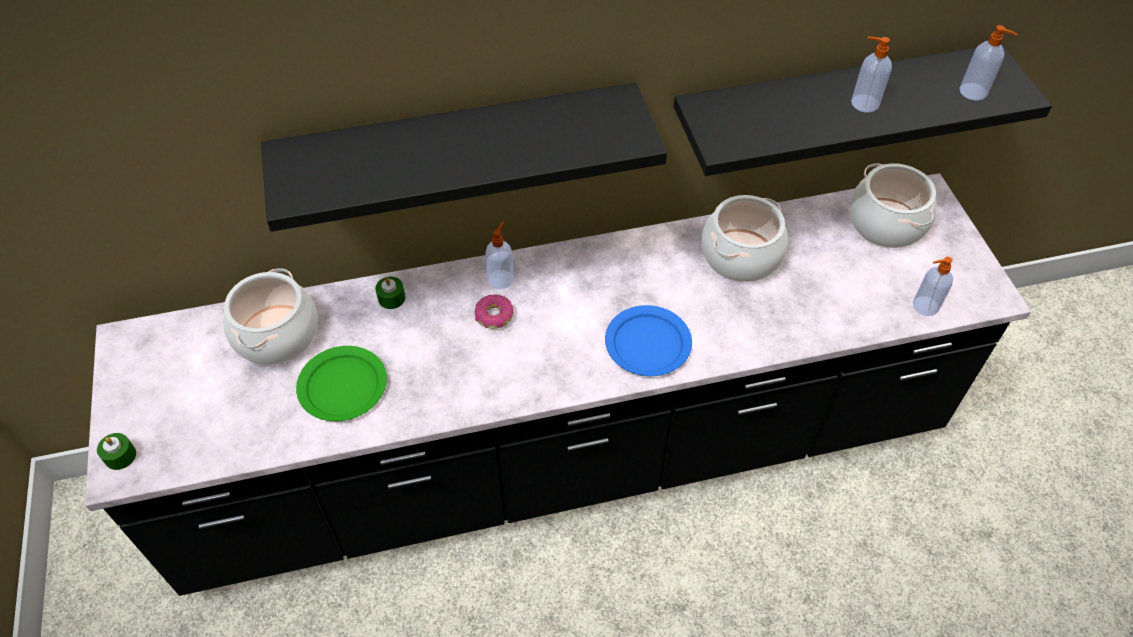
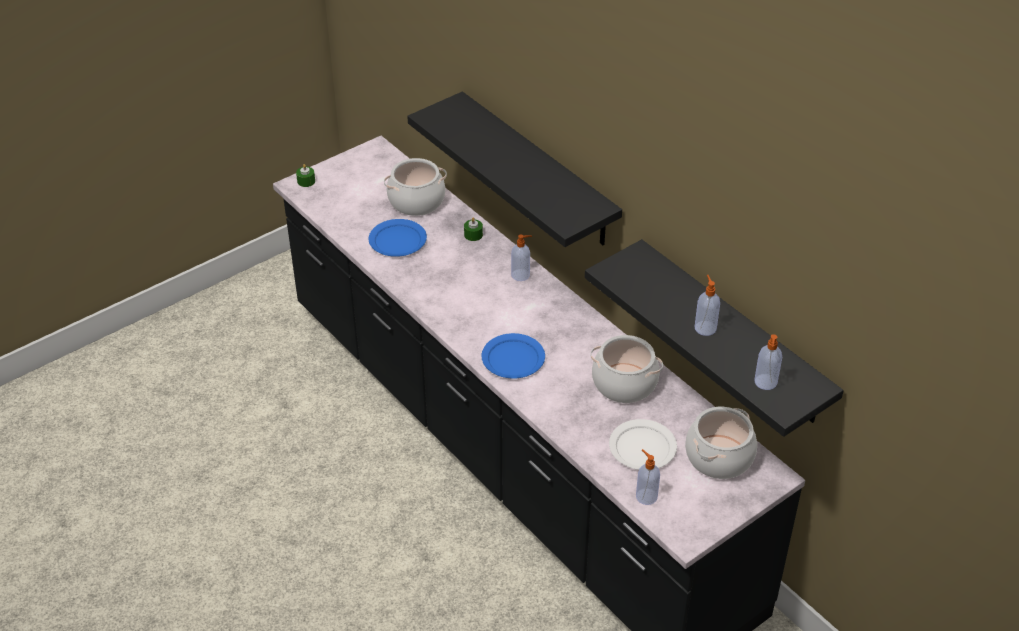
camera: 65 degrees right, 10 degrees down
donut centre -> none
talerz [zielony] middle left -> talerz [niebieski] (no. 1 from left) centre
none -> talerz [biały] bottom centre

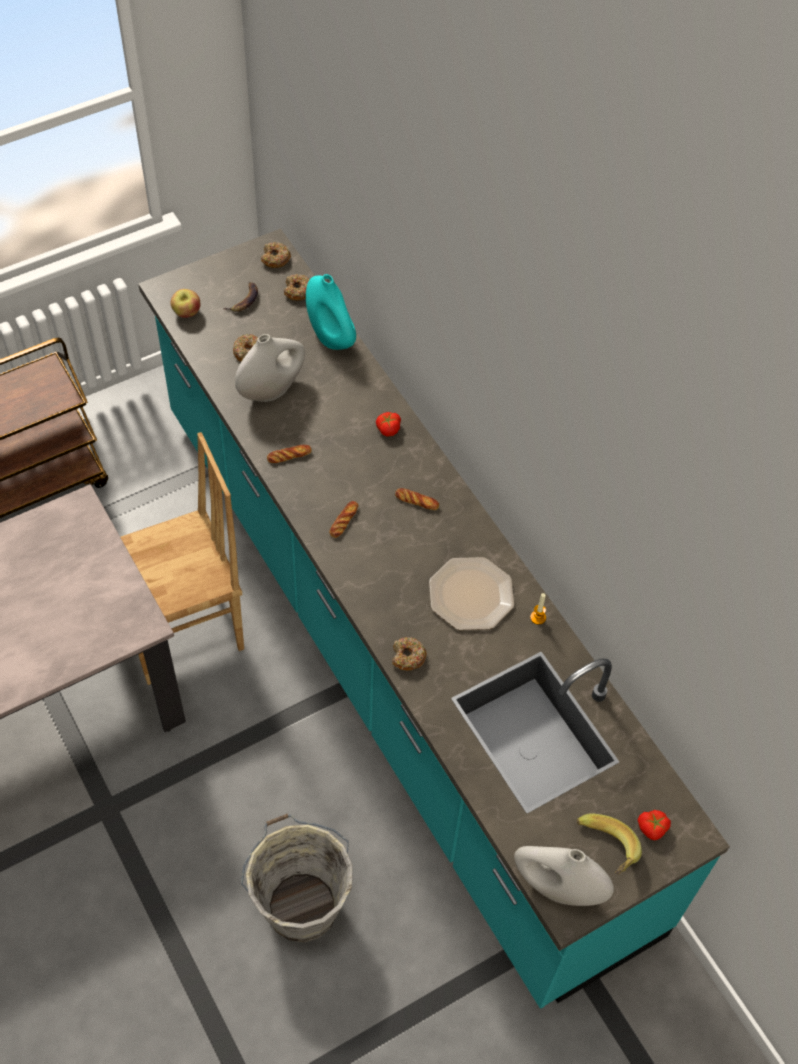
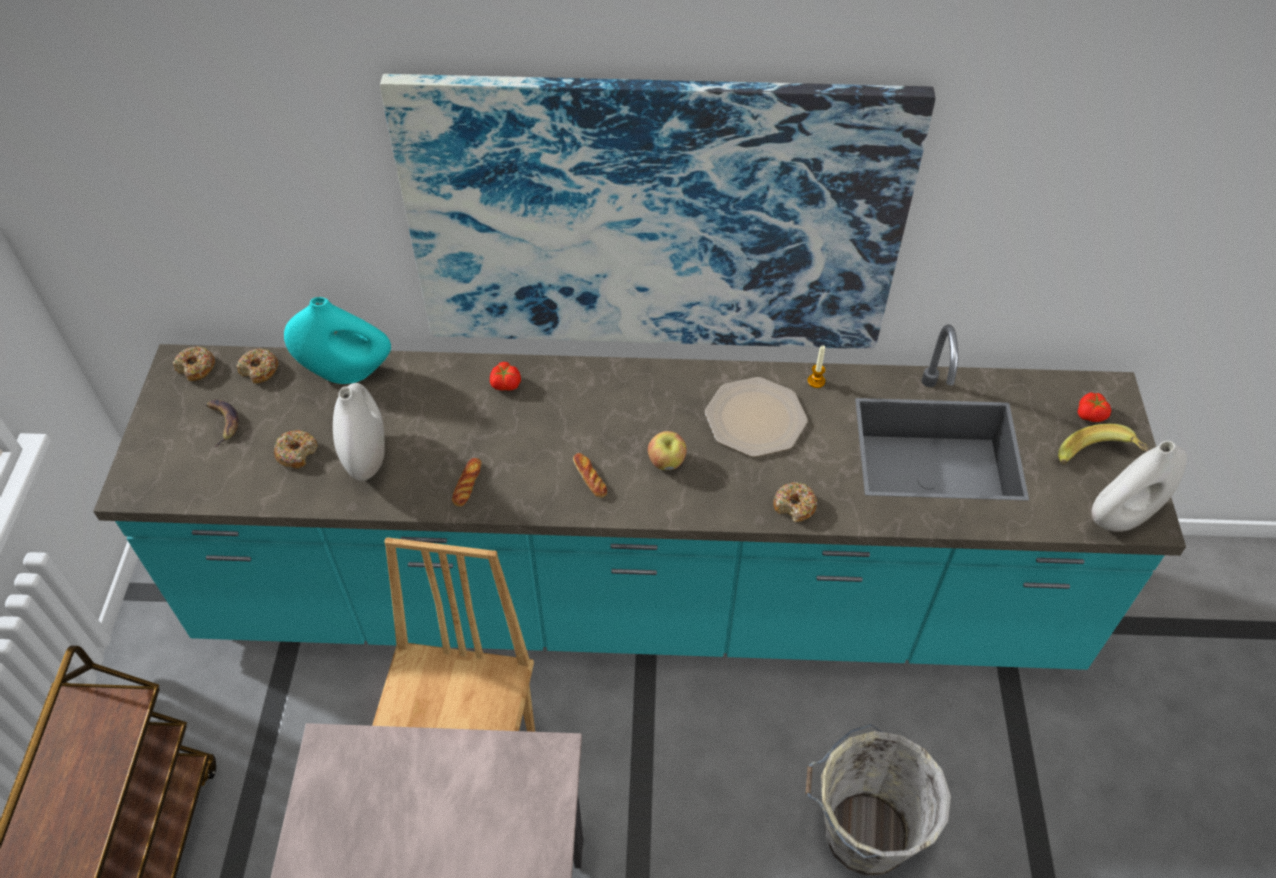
camera: 55 degrees left, 5 degrees down
jabłko top left -> jabłko centre, relocated
chleb (no. 3 from left) centre -> none
none -> obraz top centre

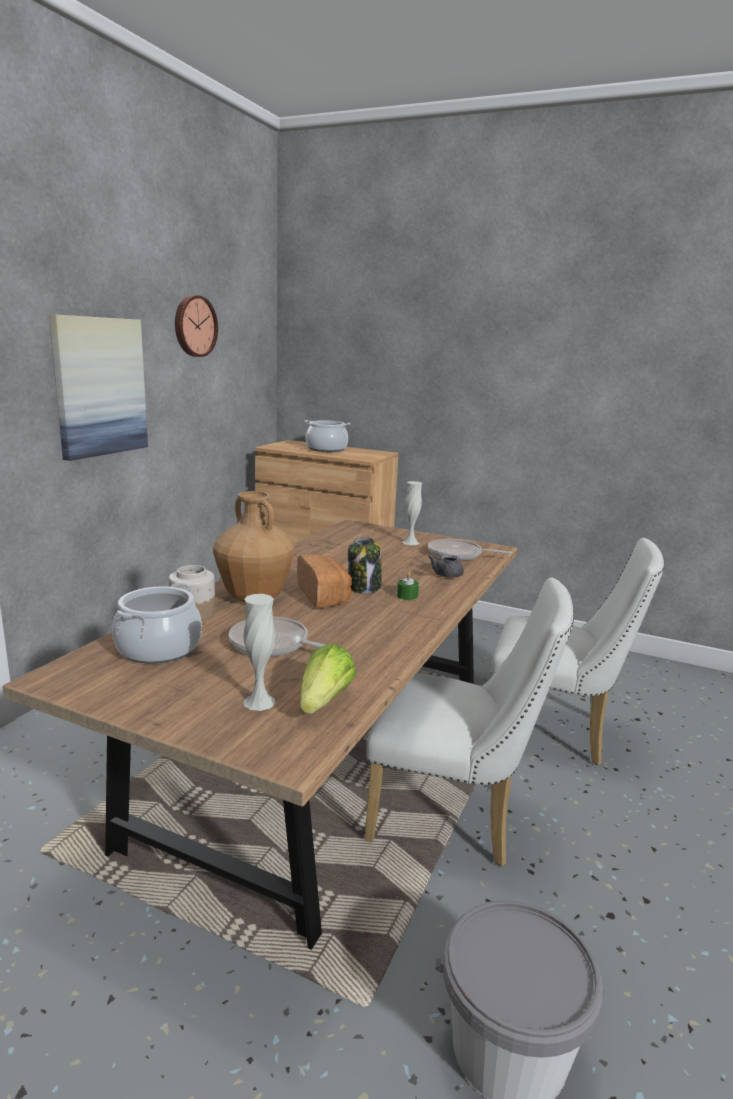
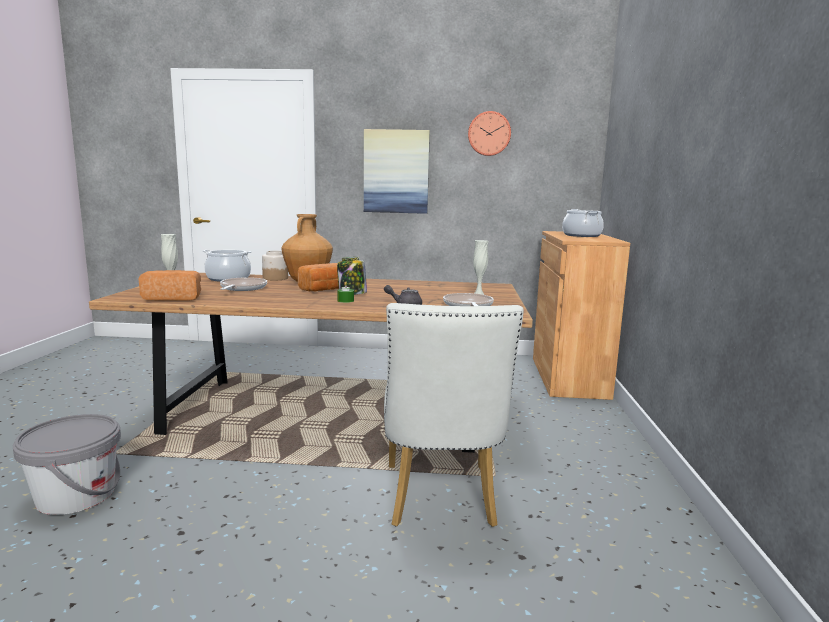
camera: 70 degrees right, 5 degrees down
krzesło [biały] (no. 1 from left) centre -> none
sałata centre -> chleb (no. 1 from left) middle left

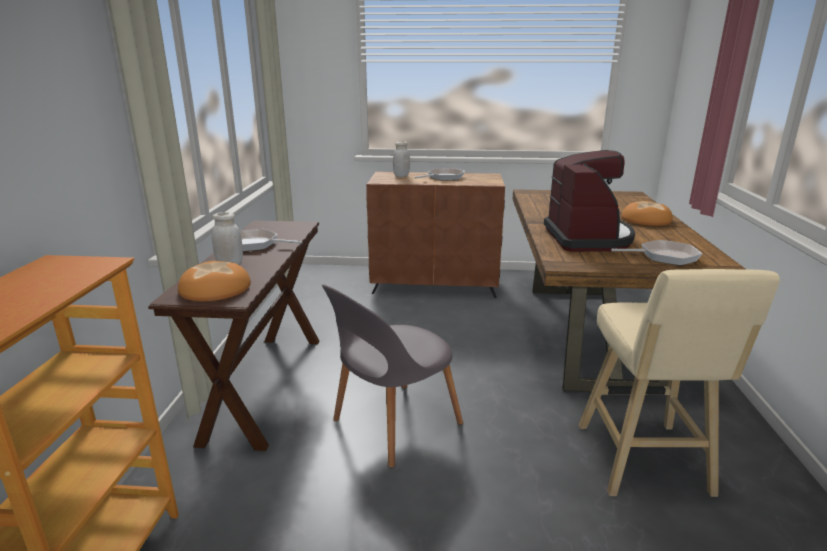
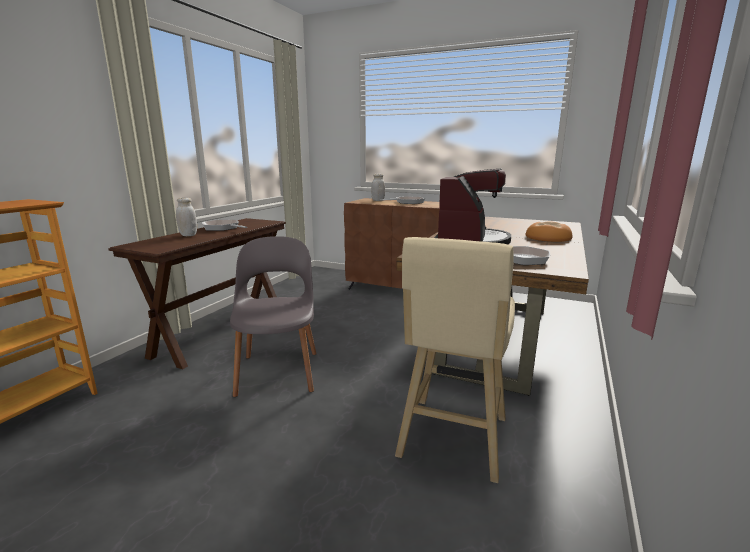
camera: 20 degrees right, 5 degrees down
chleb (no. 1 from left) middle left -> none
krzesło [szary] bottom centre -> krzesło [szary] centre, 105 degrees clockwise

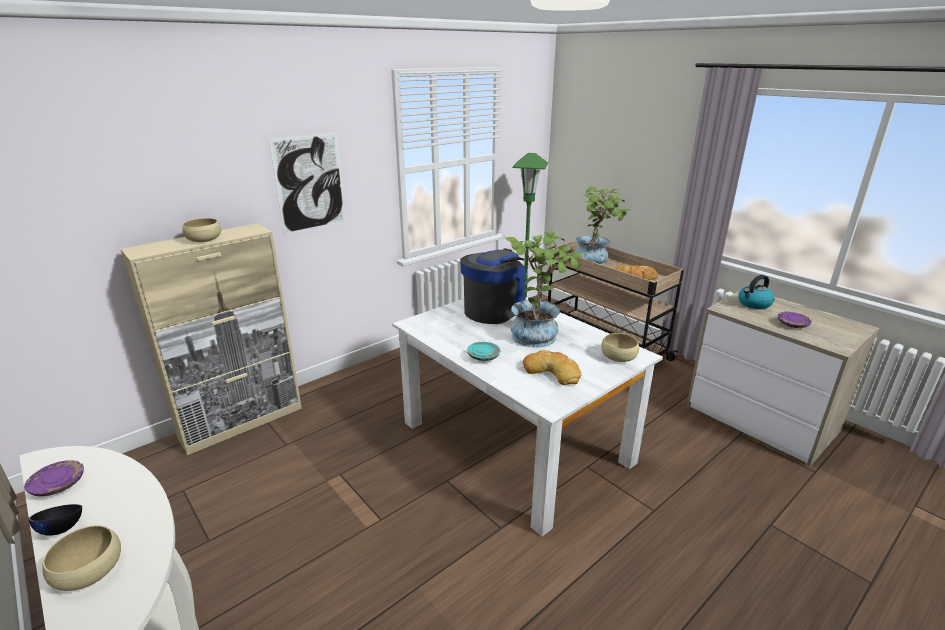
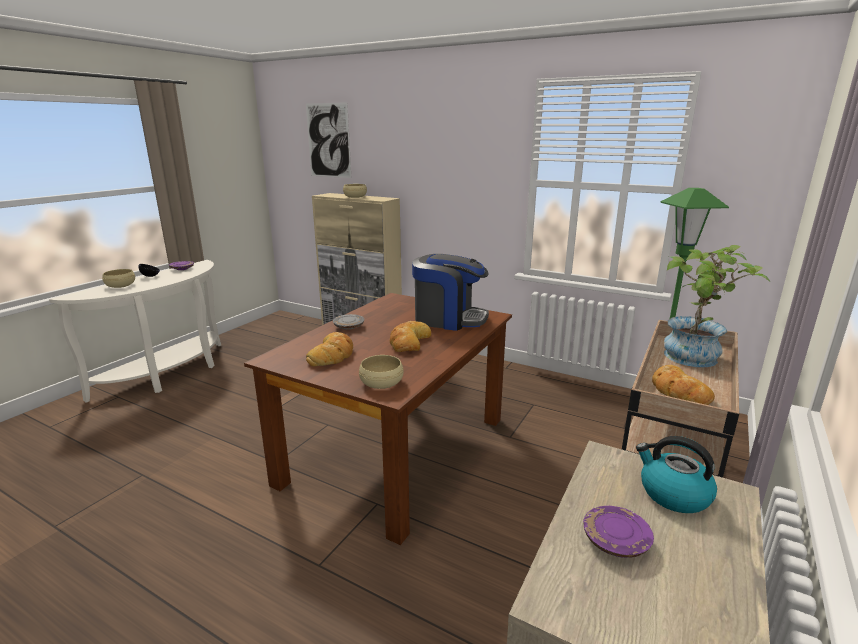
camera: 70 degrees right, 5 degrees down
obraz top left -> obraz top centre, relocated
roślina doniczkowa (no. 1 from left) centre -> chleb (no. 2 from left) centre
stół jadalny [biały] centre -> stół jadalny [brązowy] centre
talerz [turkusowy] centre -> talerz [szary] centre

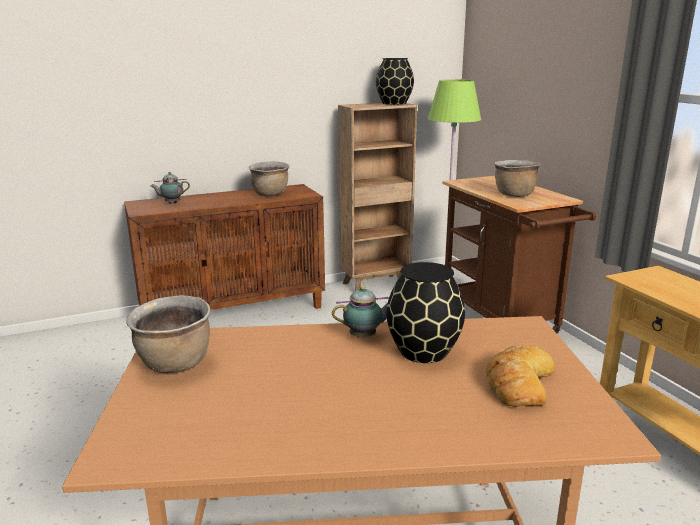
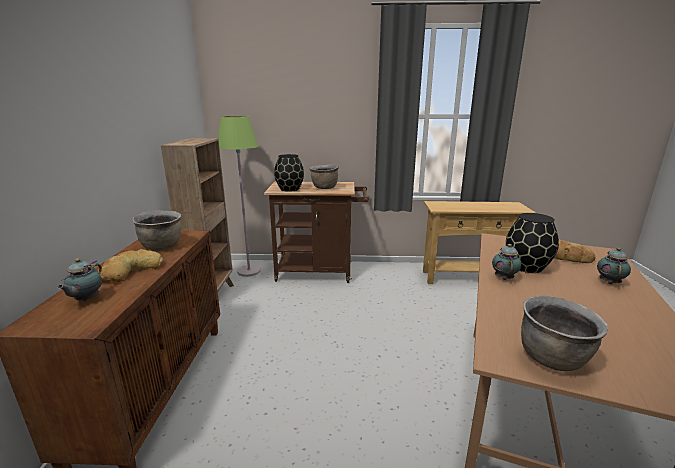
camera: 65 degrees left, 0 degrees up
wazon [czarny] (no. 1 from left) top centre -> wazon [czarny] (no. 1 from left) centre, relocated
none -> imbryk (no. 3 from left) middle right
none -> chleb (no. 1 from left) middle left

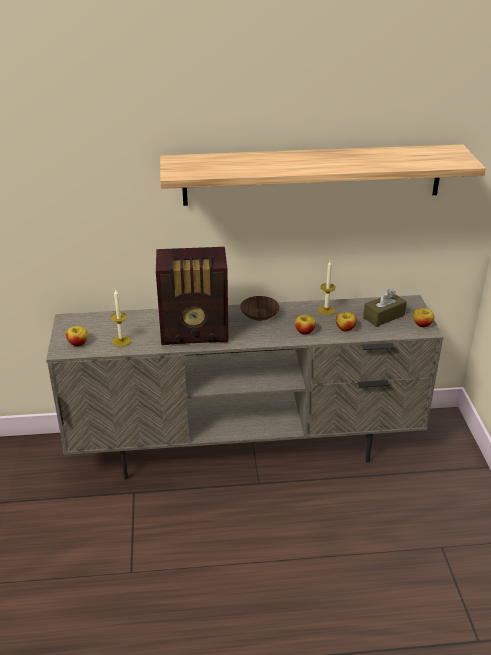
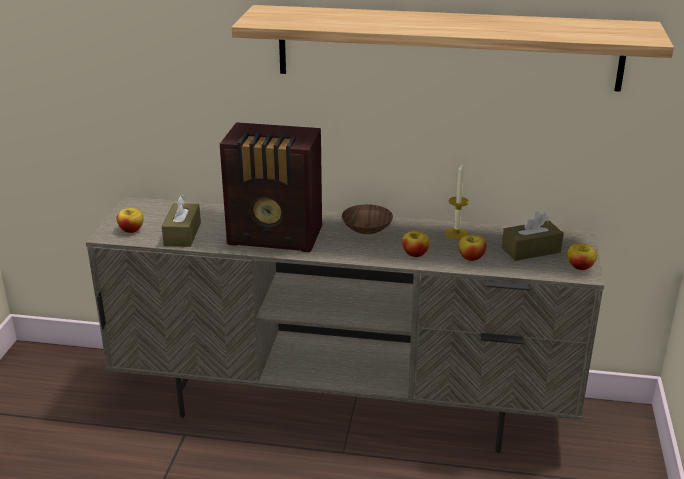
camera: 15 degrees right, 5 degrees down
świeca (no. 1 from left) middle left -> pudełko chusteczek [brązowy] (no. 1 from left) middle left

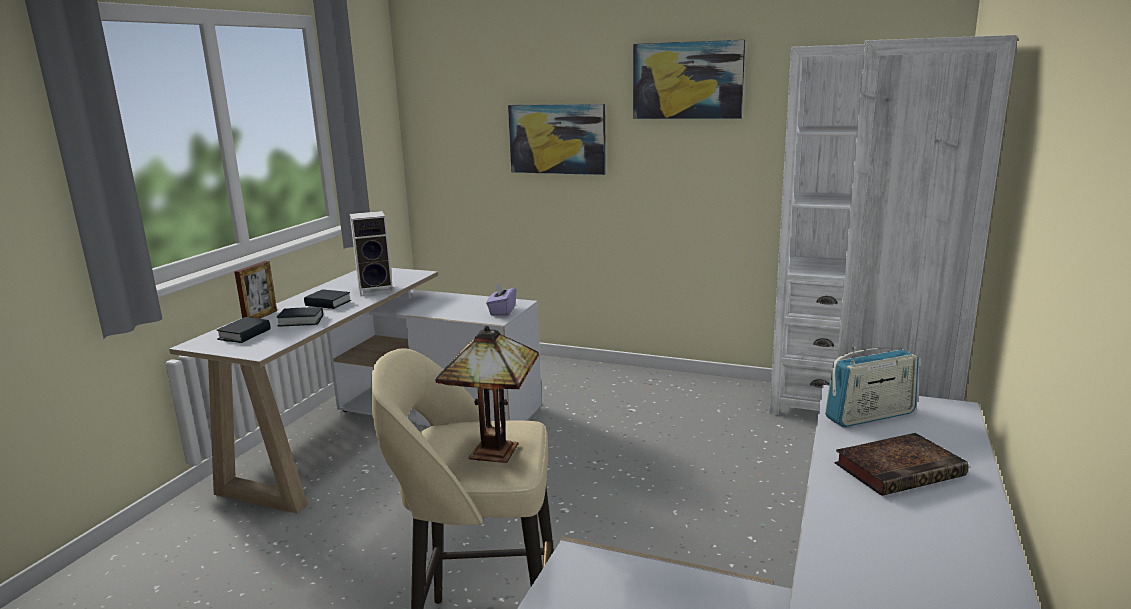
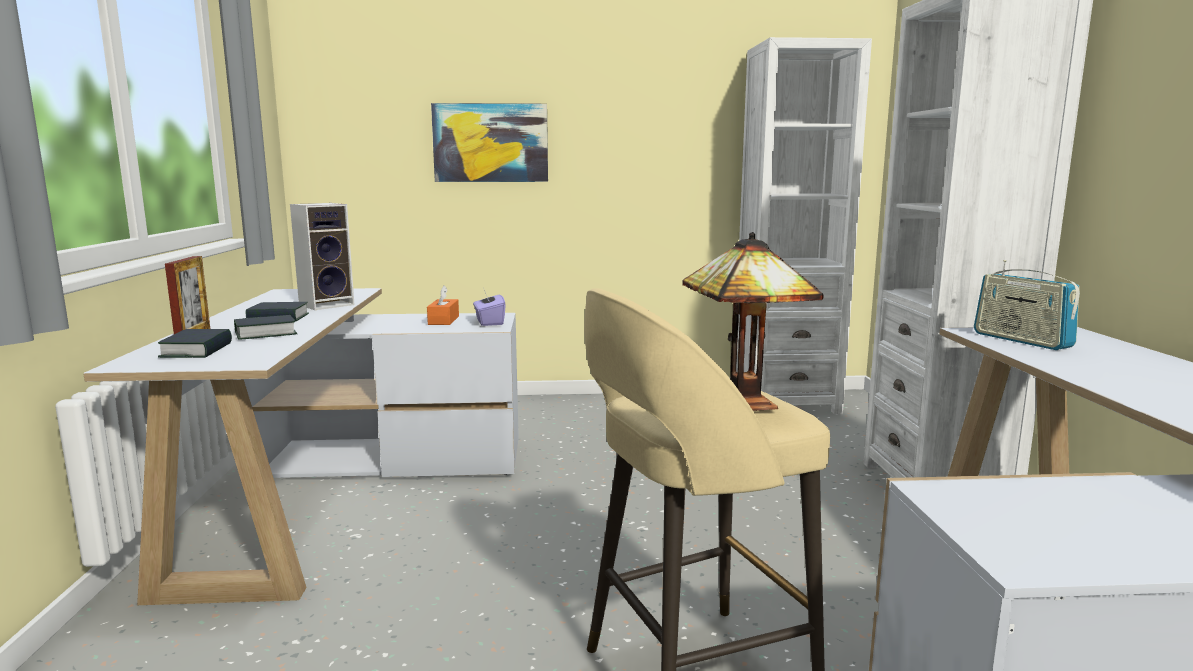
camera: 25 degrees left, 5 degrees down
obraz (no. 2 from left) top centre -> none
radio middle right, 105 degrees clockwise
książka (no. 4 from left) bottom right -> none
none -> pudełko chusteczek [pomarańczowy] centre

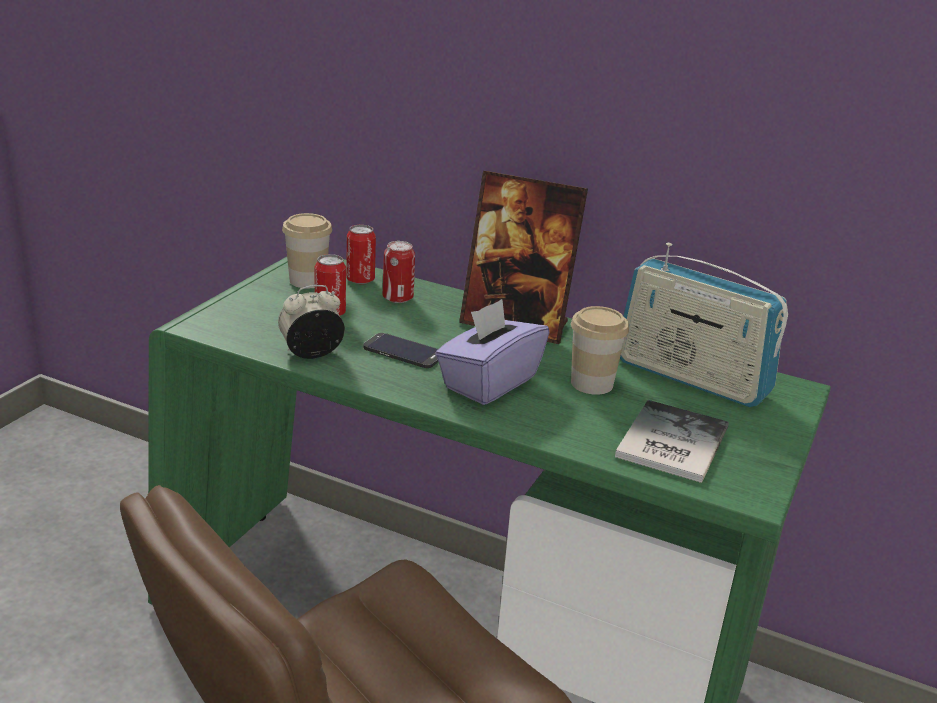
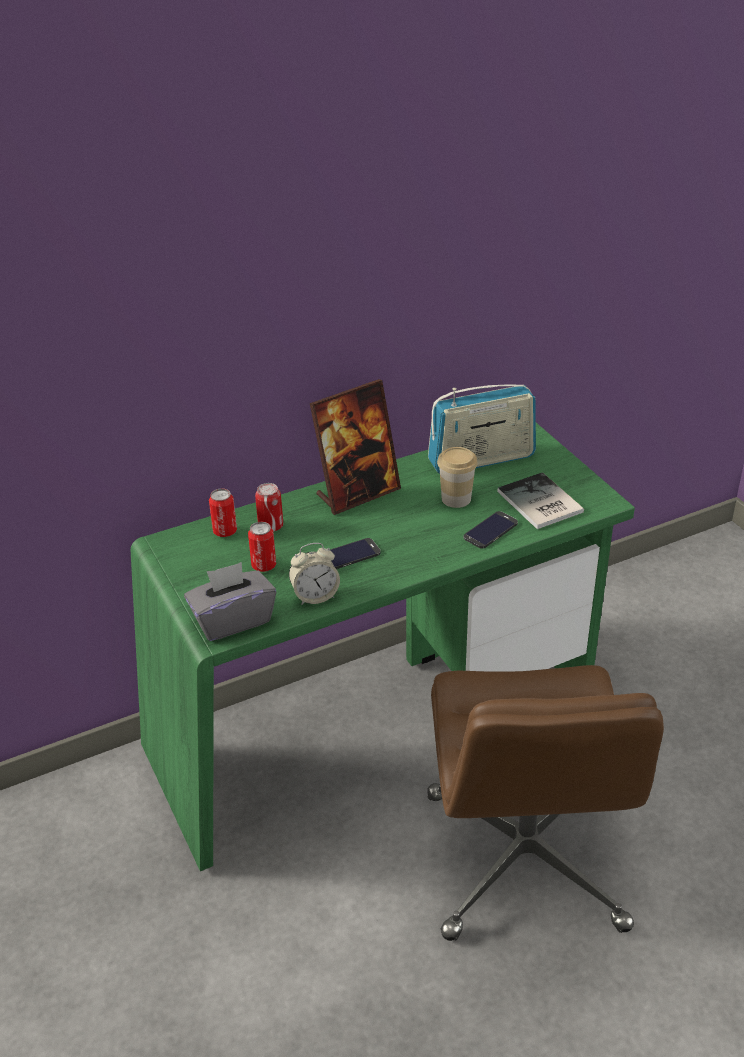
camera: 50 degrees left, 10 degrees up
filiżanka (no. 1 from left) middle left -> none
budzik middle left -> budzik centre, 120 degrees counterclockwise
pudełko chusteczek [fioletowy] centre -> none
none -> telefon (no. 2 from left) centre
none -> pudełko chusteczek [szary] middle left

